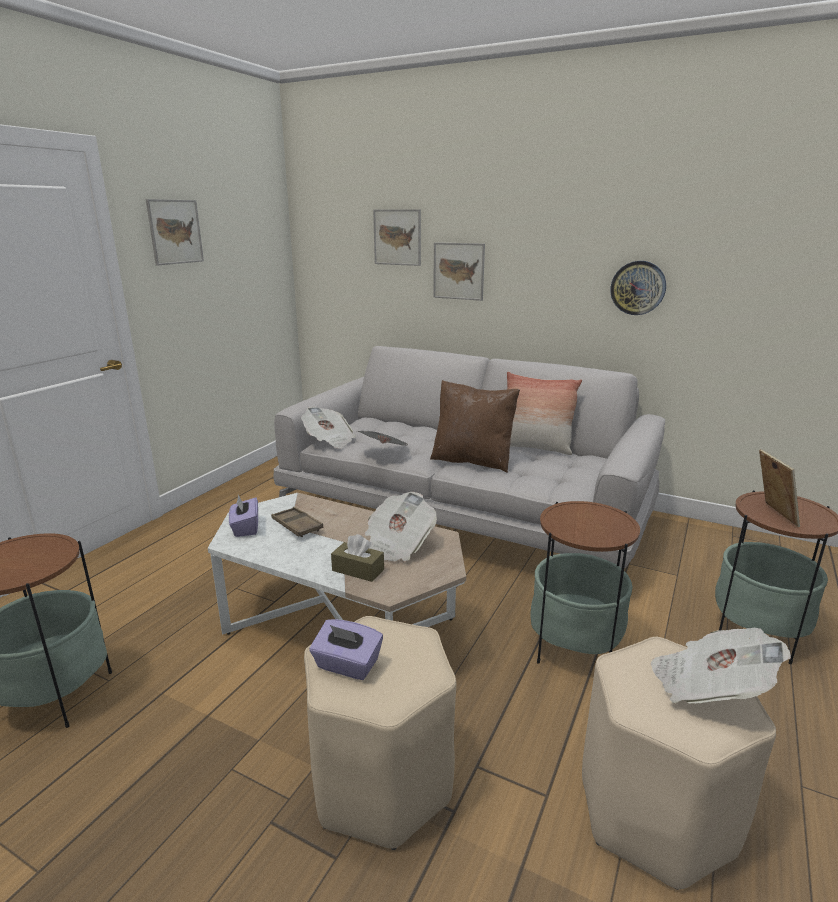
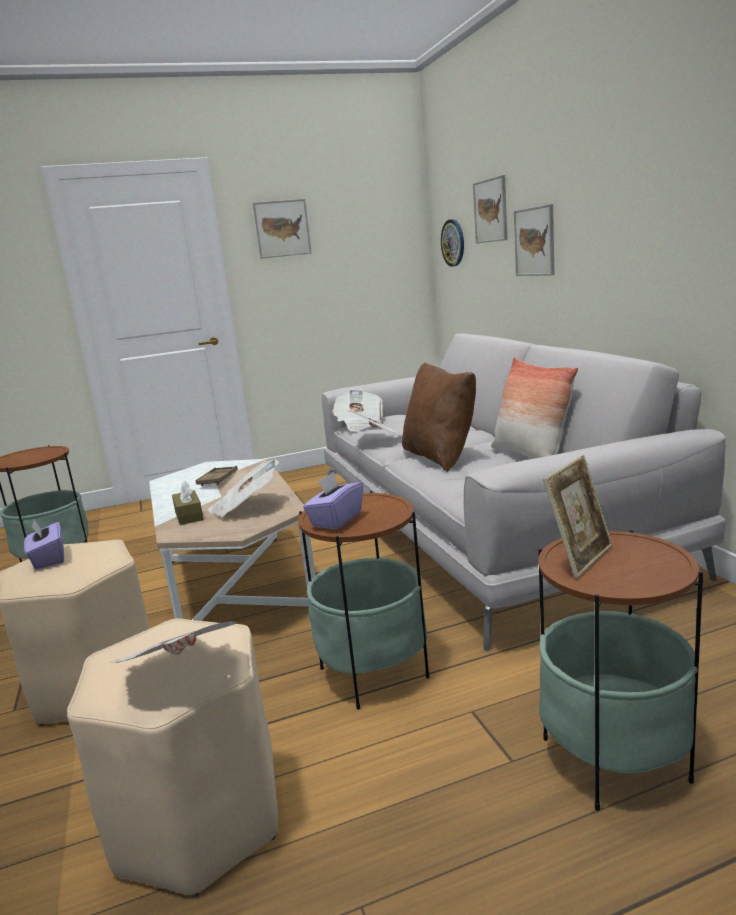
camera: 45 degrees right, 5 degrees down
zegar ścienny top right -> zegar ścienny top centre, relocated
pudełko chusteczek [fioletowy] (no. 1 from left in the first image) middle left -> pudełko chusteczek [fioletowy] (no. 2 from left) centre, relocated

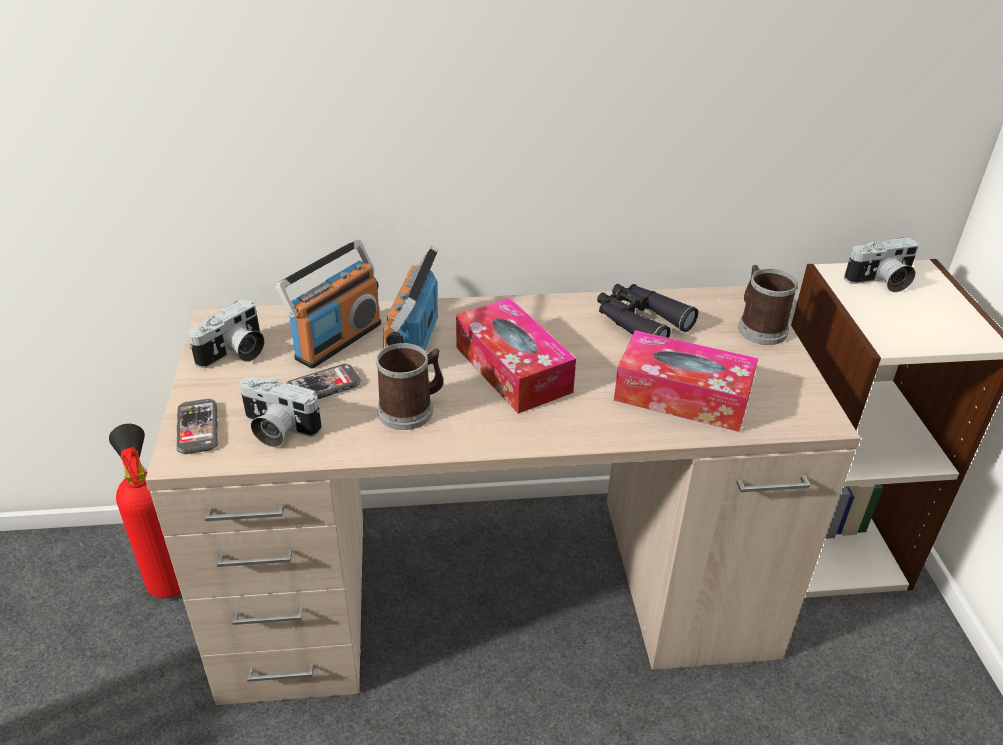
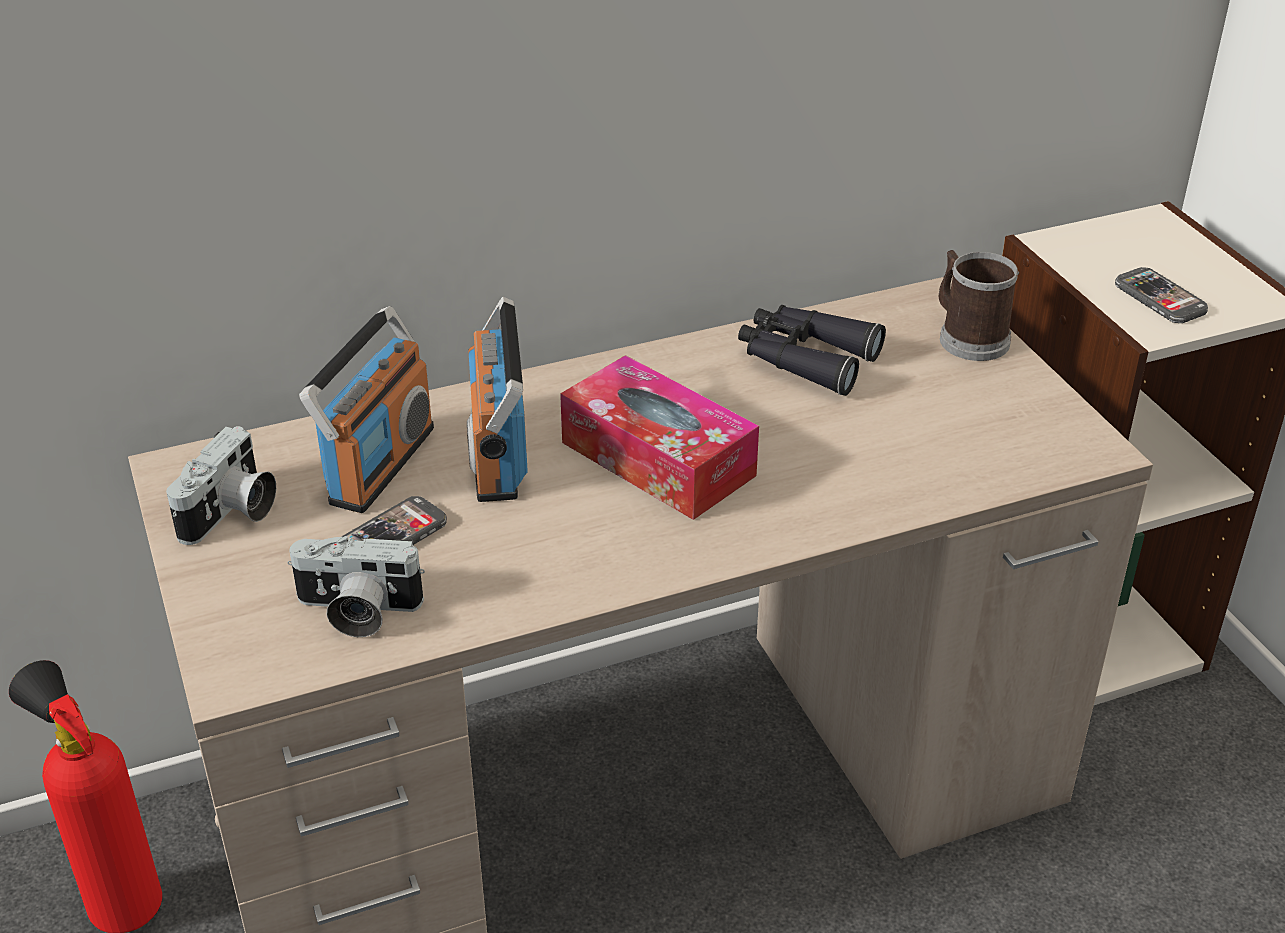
camera: 15 degrees left, 0 degrees up
aparat fotograficzny (no. 3 from left) middle right -> none
pudełko chusteczek (no. 2 from left) middle right -> none
kubek (no. 1 from left) centre -> none
telefon (no. 1 from left in the first image) middle left -> telefon (no. 2 from left) top right, relocated

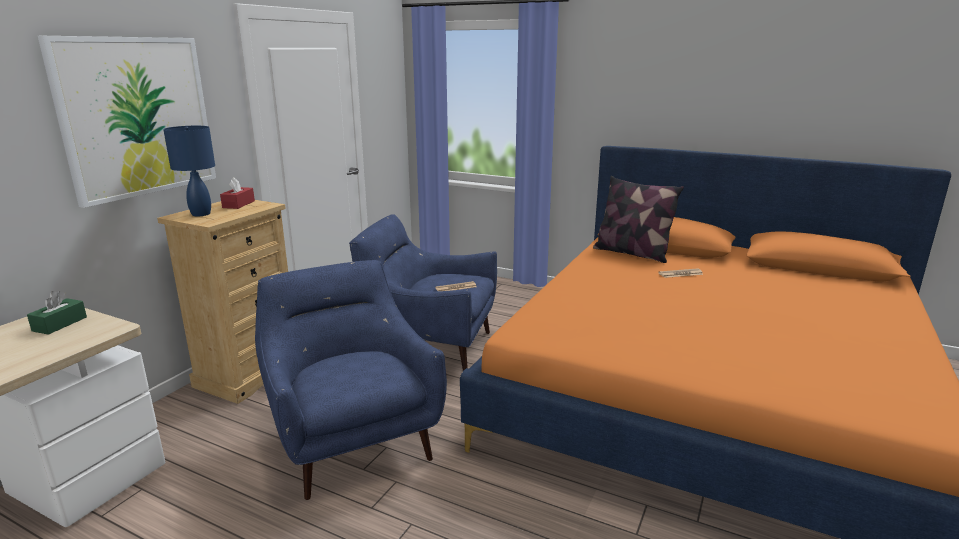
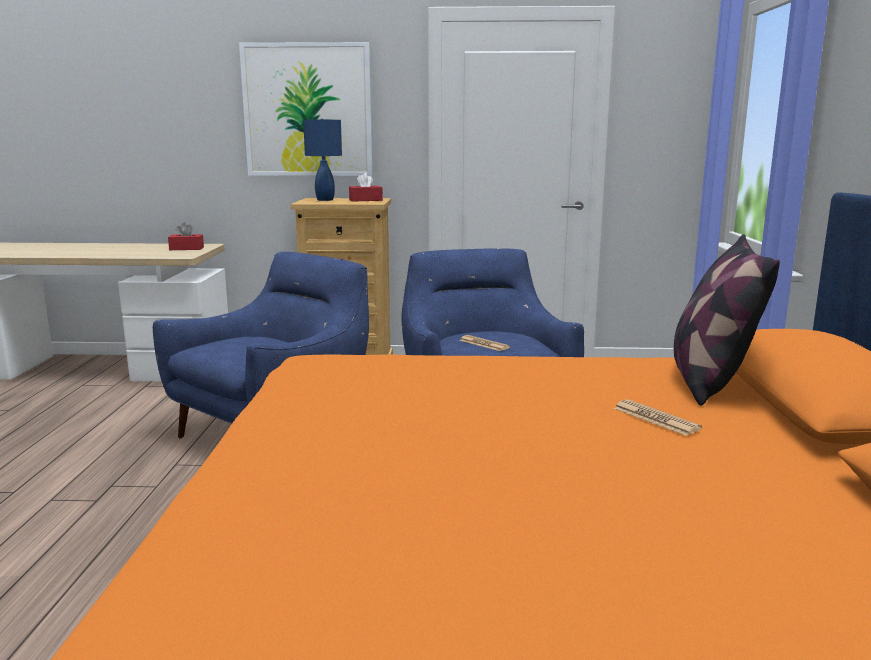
camera: 65 degrees right, 5 degrees down
pudełko chusteczek [zielony] middle left -> pudełko chusteczek [czerwony] (no. 1 from left) middle left

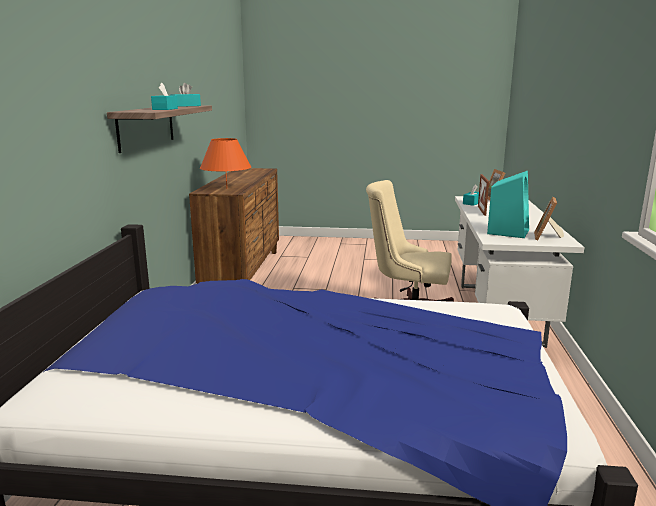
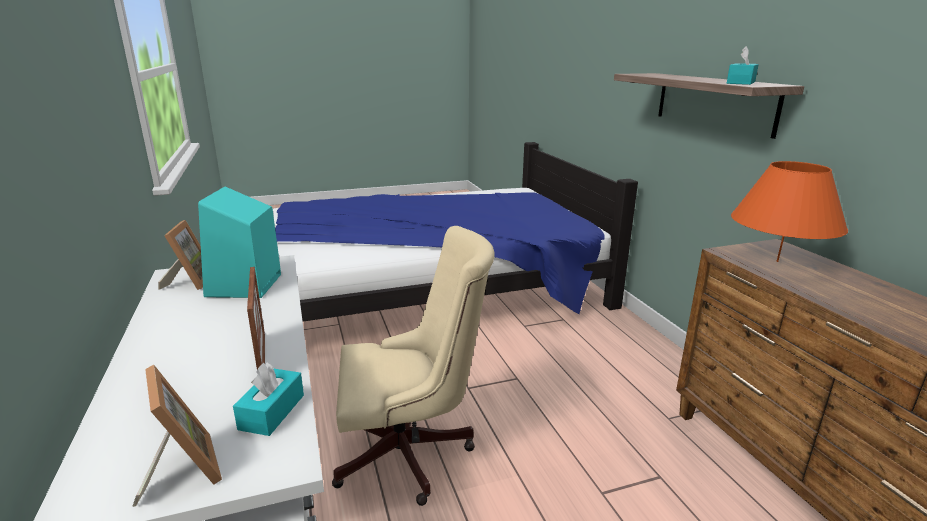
camera: 155 degrees right, 5 degrees up
pudełko chusteczek [turkusowy] (no. 1 from left) top left -> none

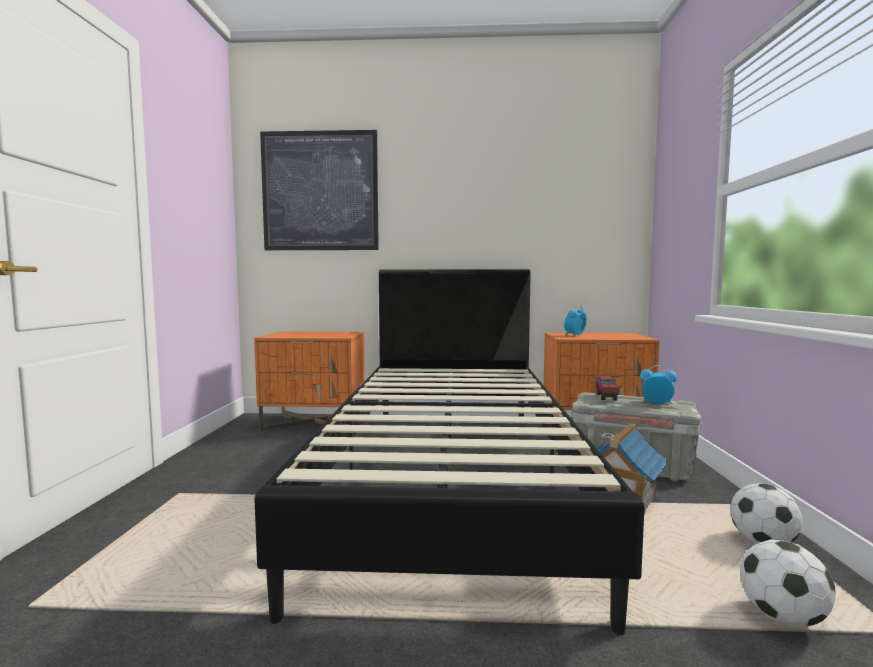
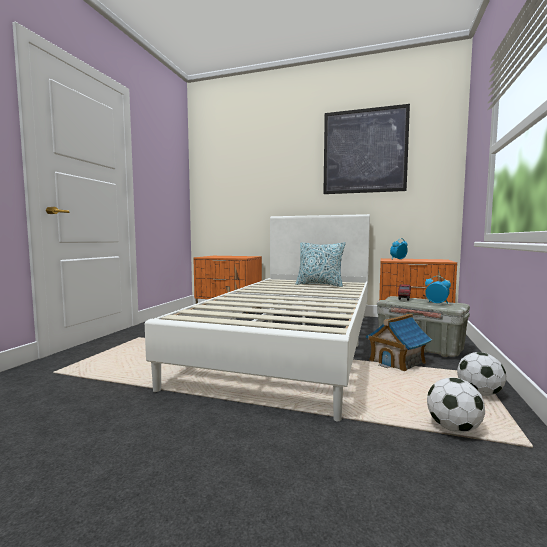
camera: 15 degrees right, 0 degrees up
obraz top centre -> obraz top right, relocated
łóżko [czarny] bottom centre -> łóżko [biały] centre
none -> poduszka centre

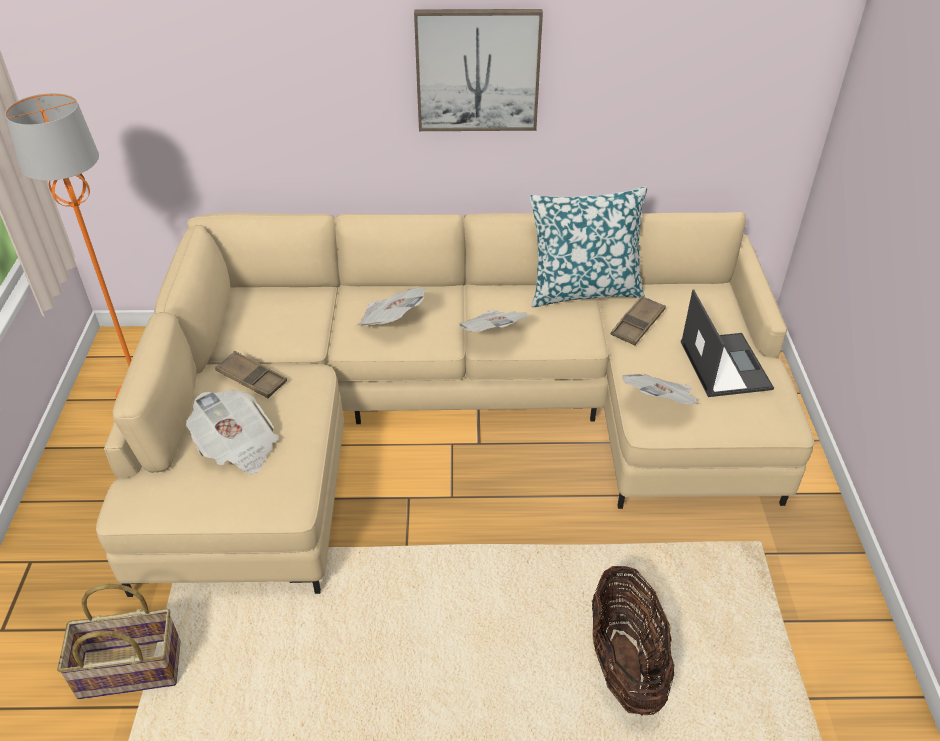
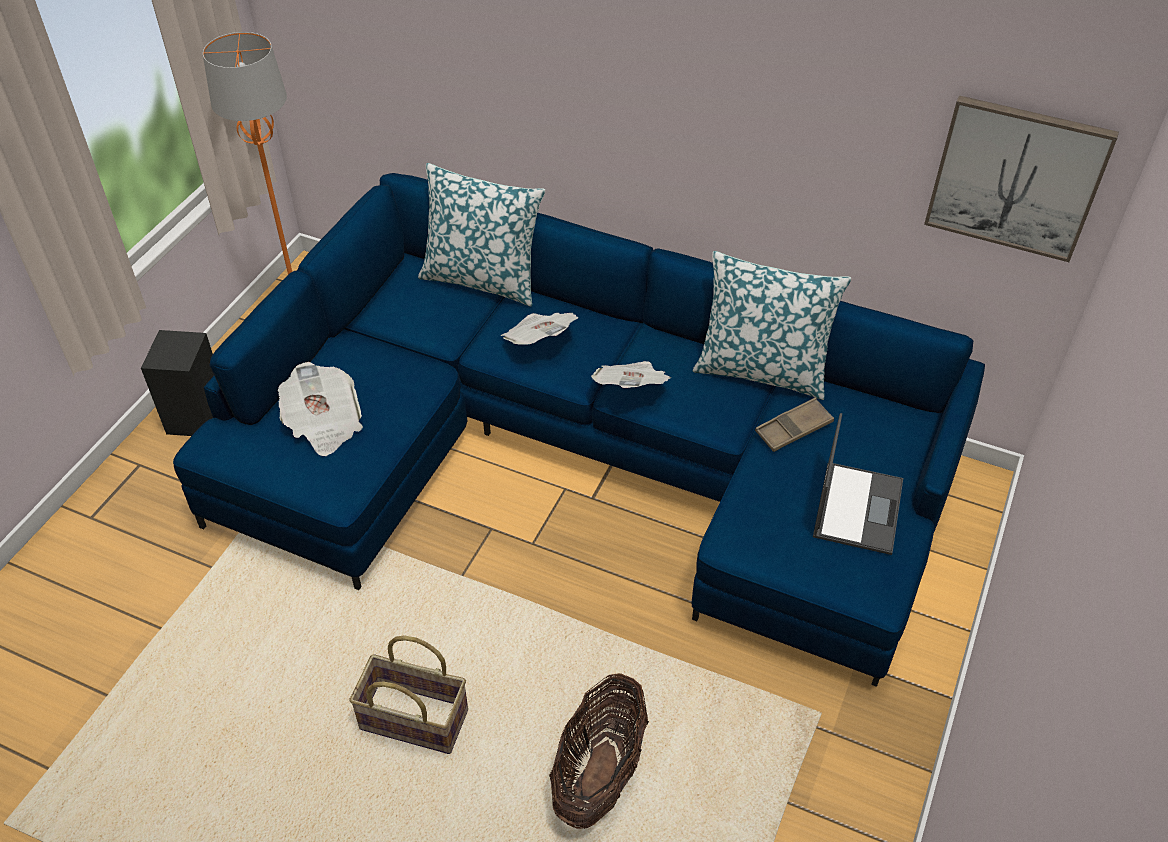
camera: 25 degrees right, 5 degrees up
obraz top centre -> obraz top right, relocated
kanapa [beżowy] centre -> kanapa [niebieski] centre
taca [brązowy] (no. 1 from left) middle left -> none
gazeta (no. 4 from left) middle right -> none
koszyk (no. 1 from left) bottom left -> koszyk (no. 1 from left) bottom centre, relocated
none -> poduszka (no. 1 from left) top centre
none -> głośnik [czarny] middle left

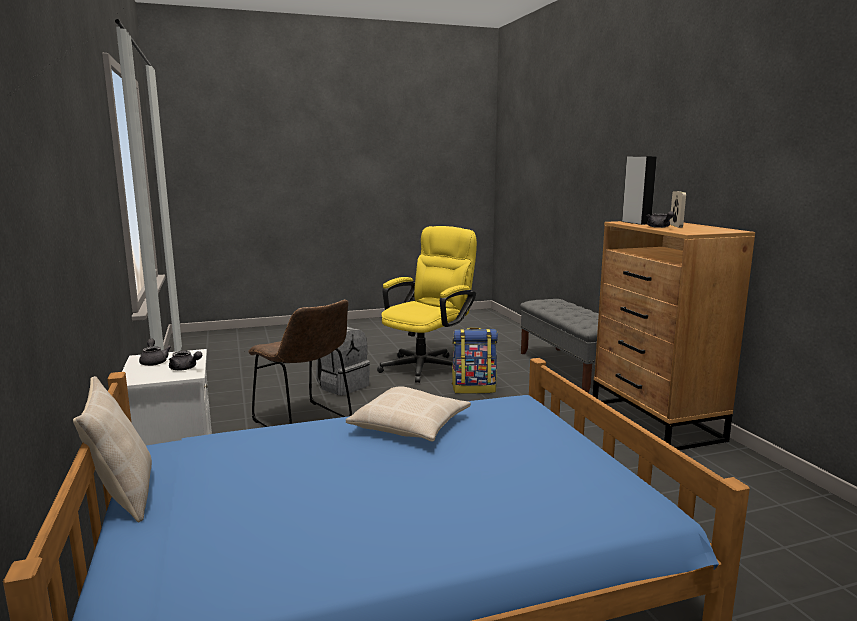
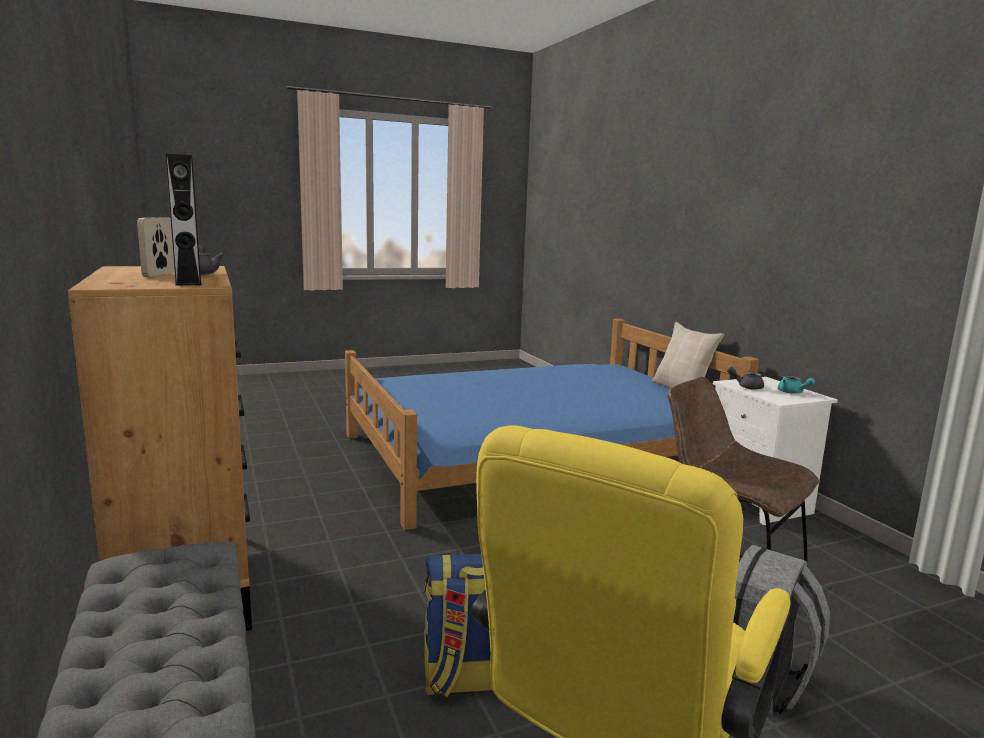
camera: 175 degrees right, 0 degrees up
imbryk [szary] (no. 1 from left) middle left -> imbryk [turkusowy] middle right
poduszka [beżowy] (no. 2 from left) bottom centre -> none

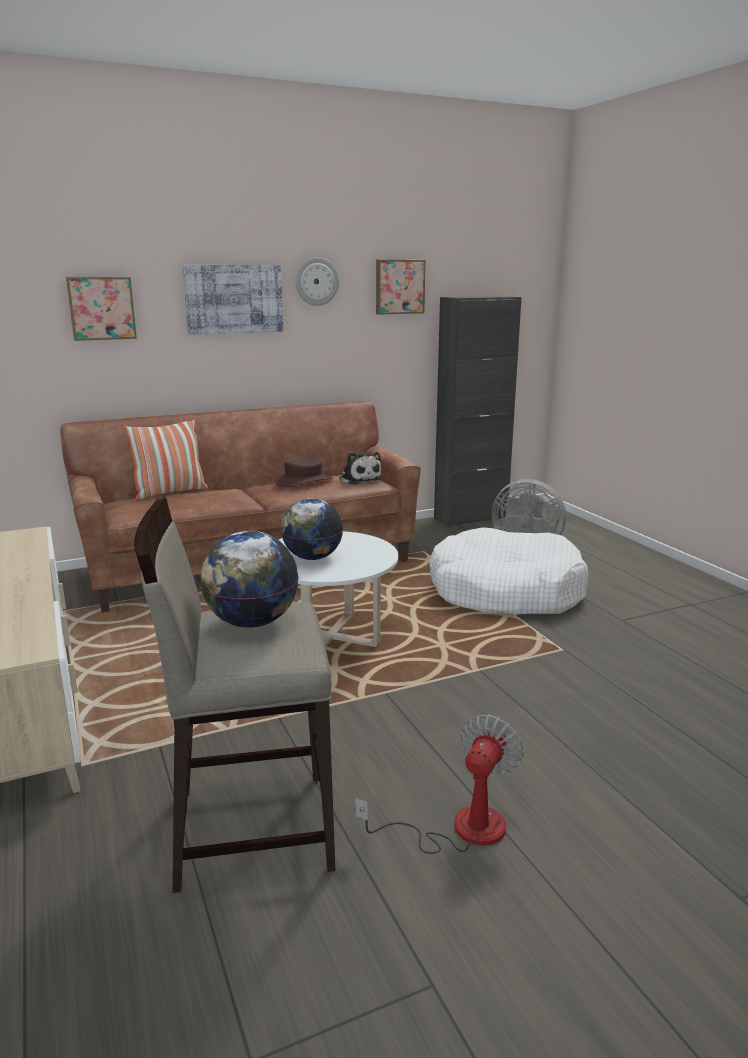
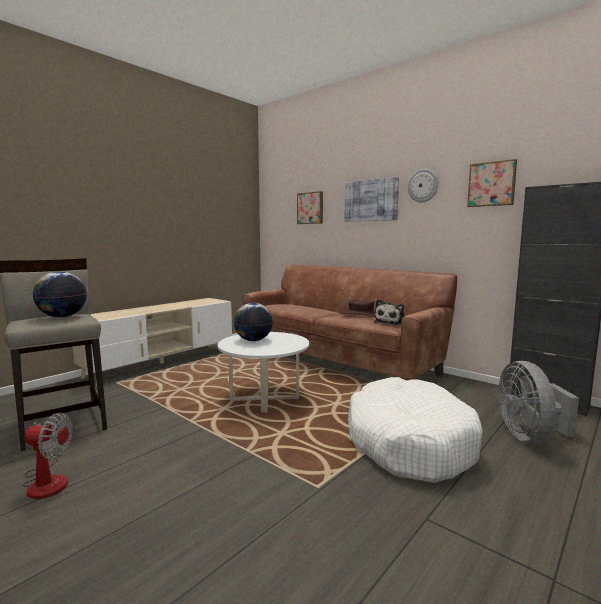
camera: 65 degrees right, 10 degrees down
poduszka middle left -> none

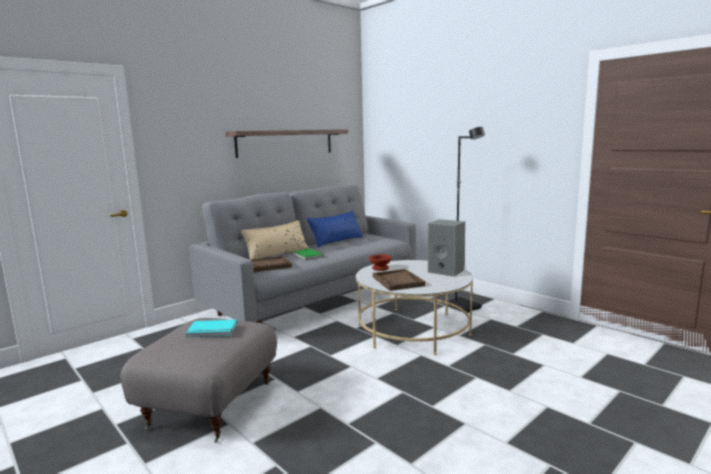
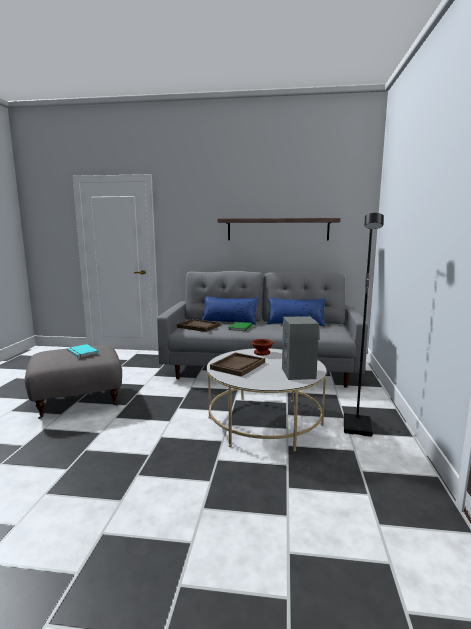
camera: 50 degrees right, 0 degrees up
poduszka [beżowy] centre -> poduszka [niebieski] (no. 1 from left) centre

